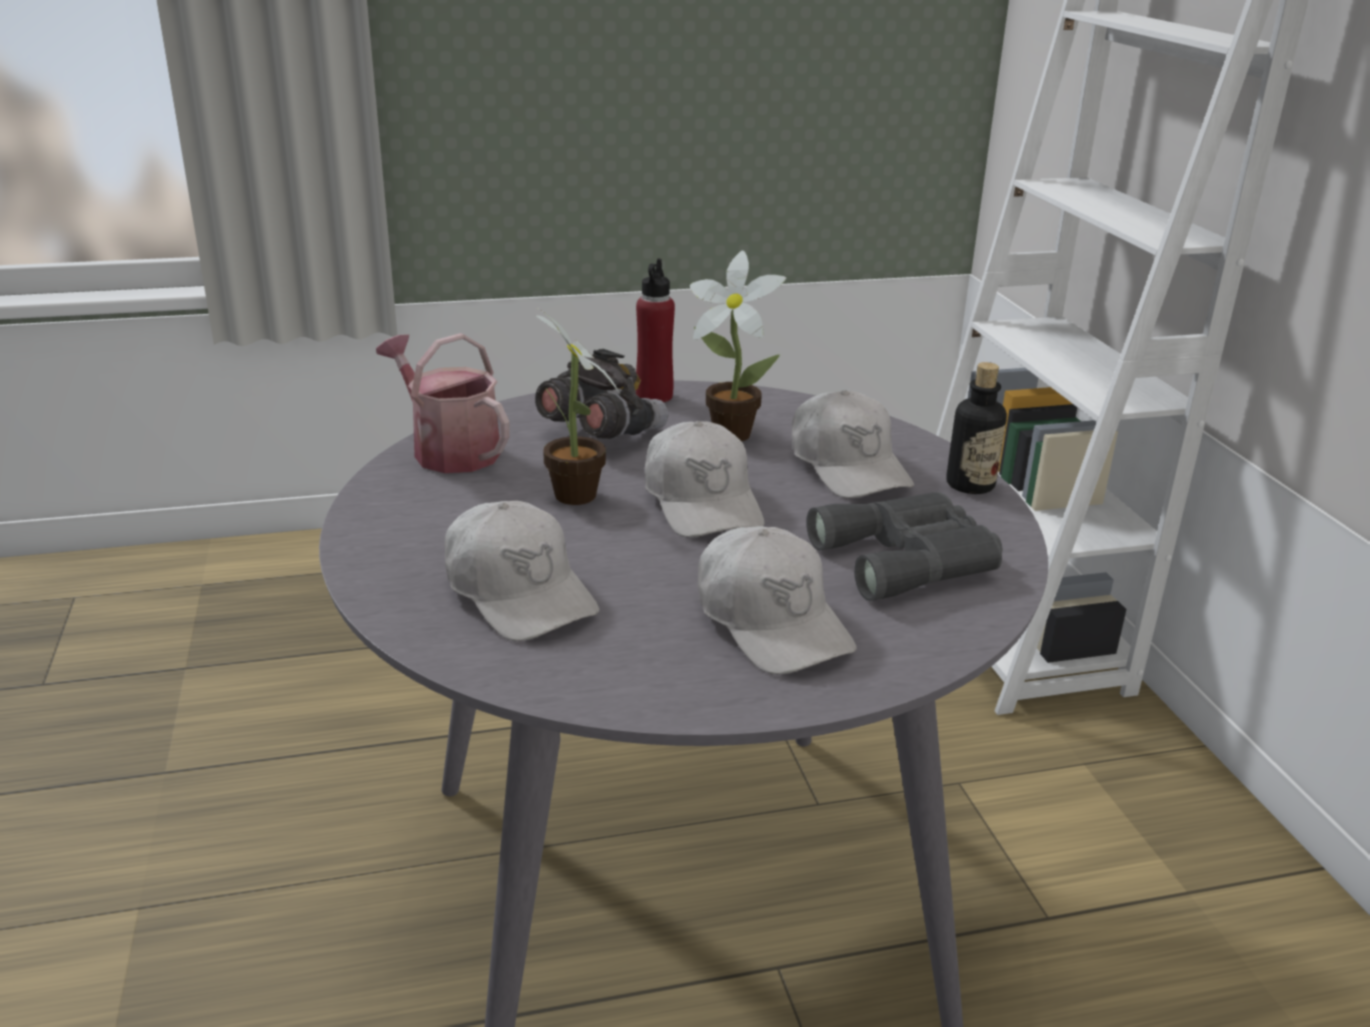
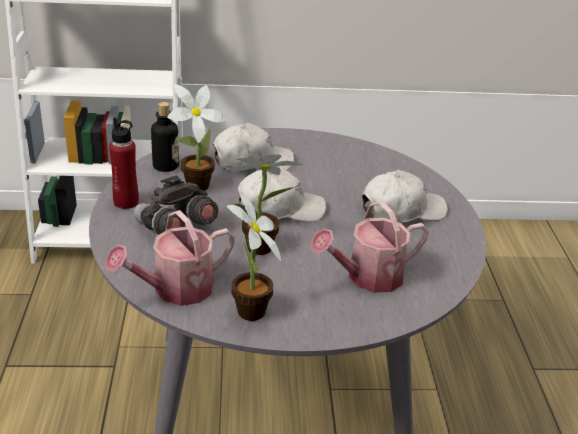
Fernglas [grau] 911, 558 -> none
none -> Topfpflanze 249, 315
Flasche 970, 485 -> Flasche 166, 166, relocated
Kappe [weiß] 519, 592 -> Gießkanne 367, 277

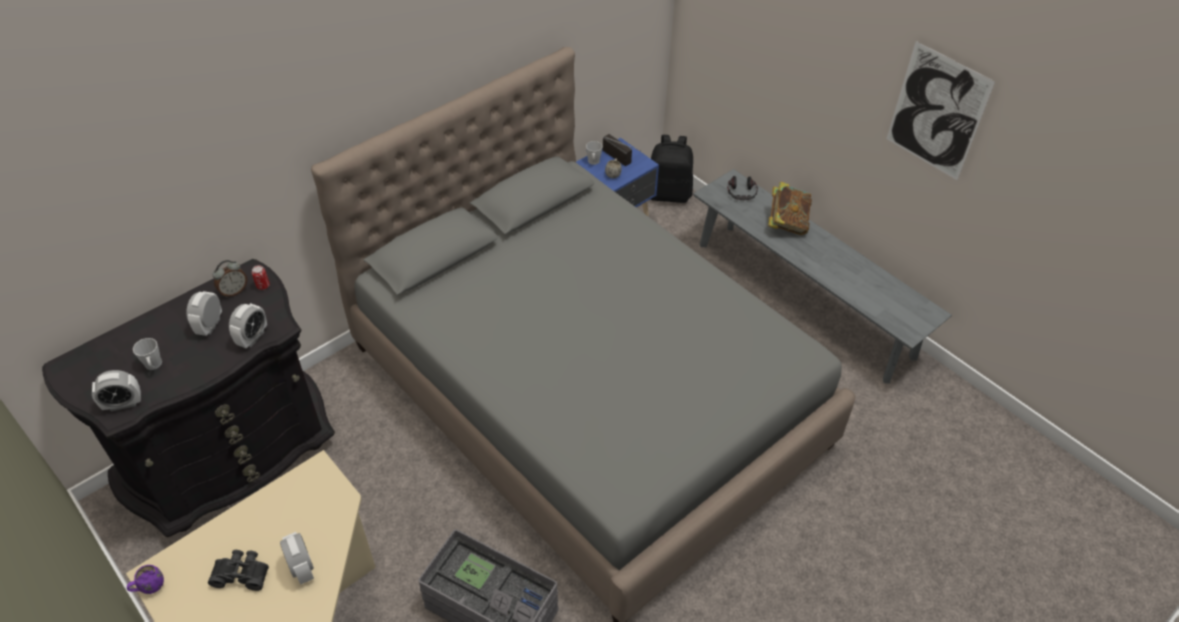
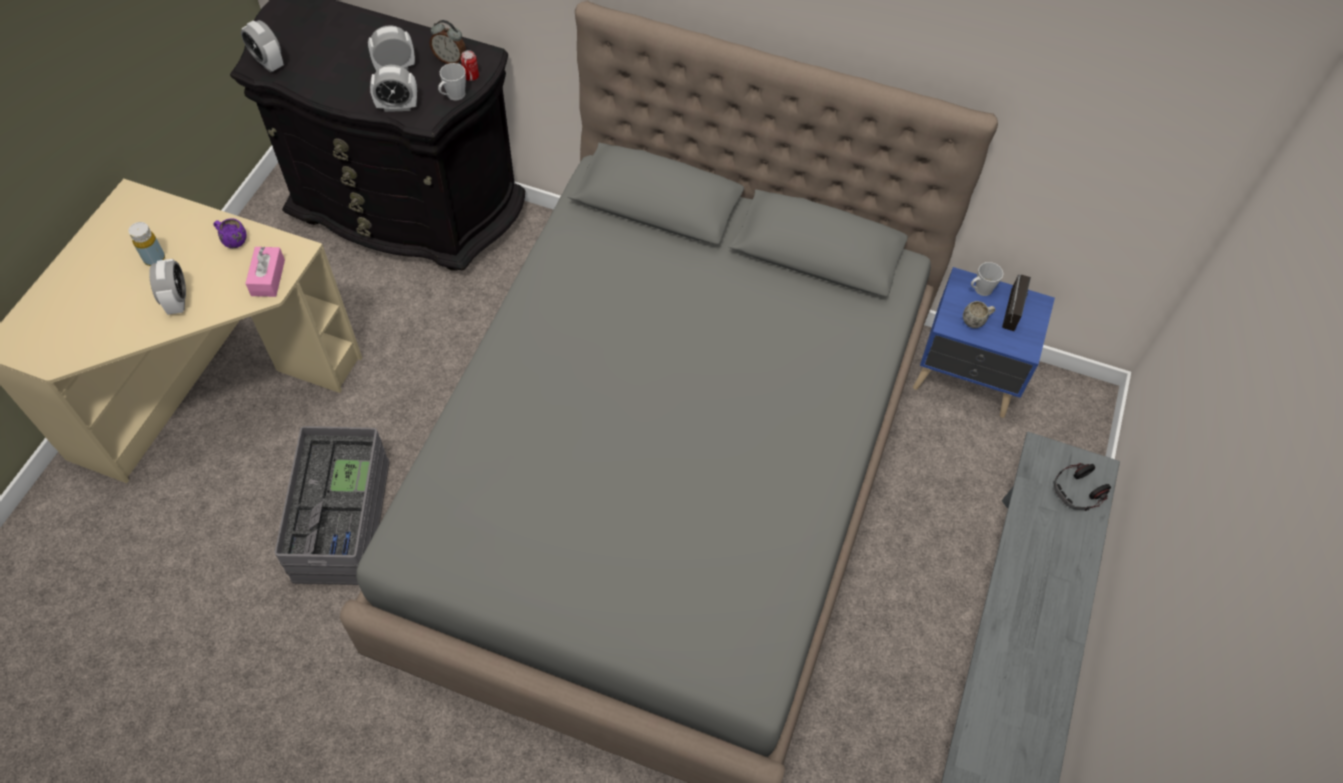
Rucksack [schwarz] 669, 194 -> none
Buch 787, 223 -> none
Bild 937, 112 -> none
none -> Taschentuchbox [rosa] 268, 278
Henkelbecher [lila] 149, 588 -> Henkelbecher [lila] 232, 240, relocated
Henkelbecher [grau] 154, 366 -> Henkelbecher [grau] 453, 96, relocated
Fernglas [schwarz] 242, 573 -> Flasche [gelb] 154, 258
Wecker 302, 568 -> Wecker 177, 300, 45 degrees counterclockwise

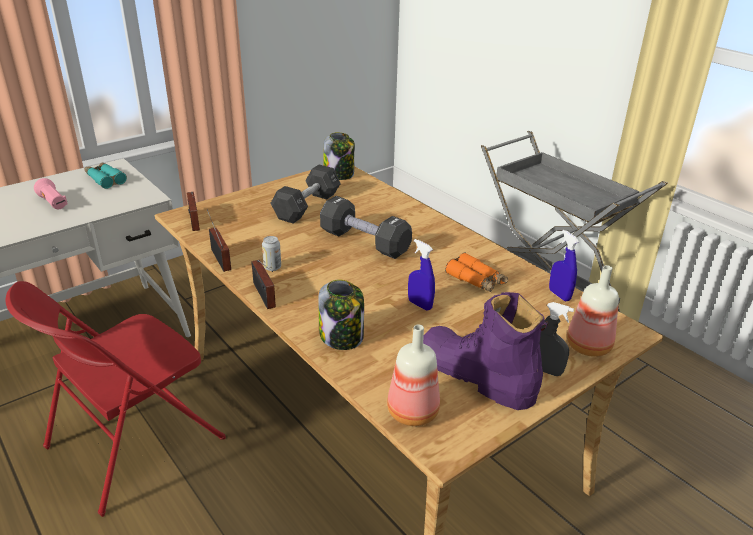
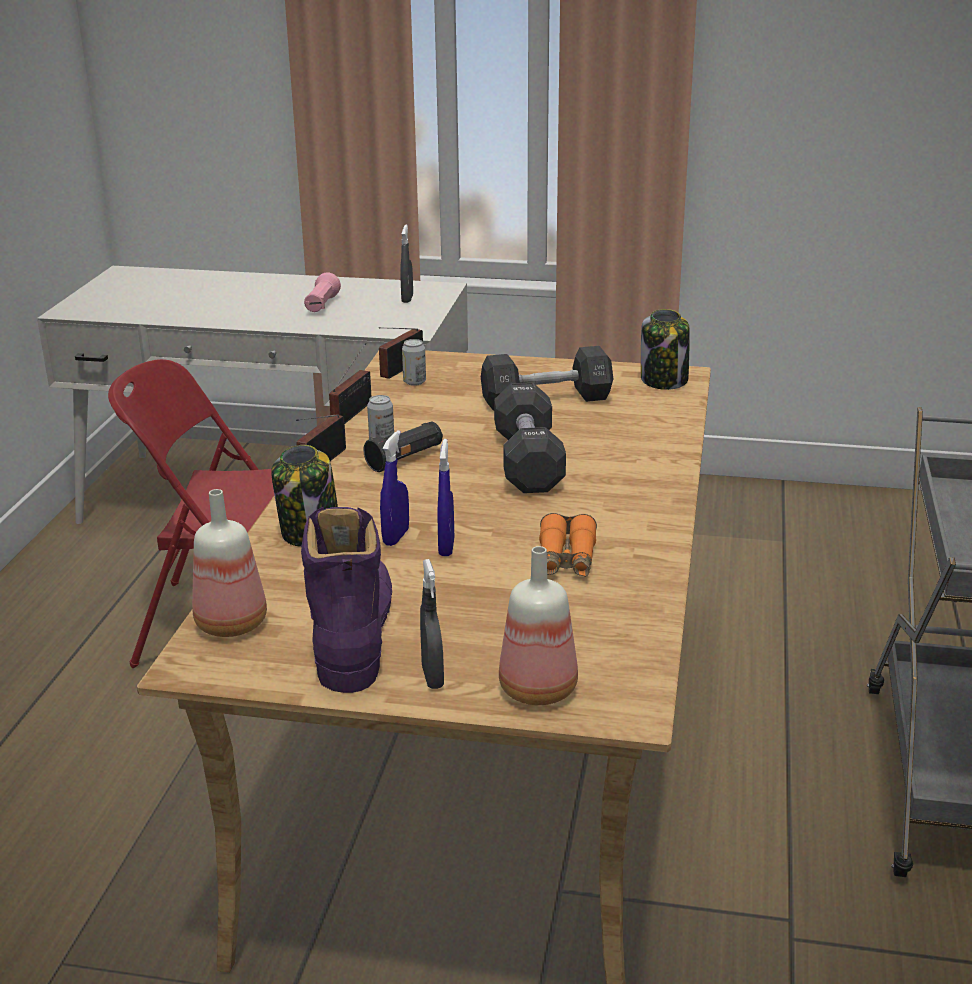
none -> Taschenlampe [schwarz] 405, 459
none -> Dose 414, 382
Sprühflasche [blau] 559, 295 -> Sprühflasche [blau] 396, 537, relocated
Fernglas [türkis] 105, 179 -> Sprühflasche [grau] 407, 299

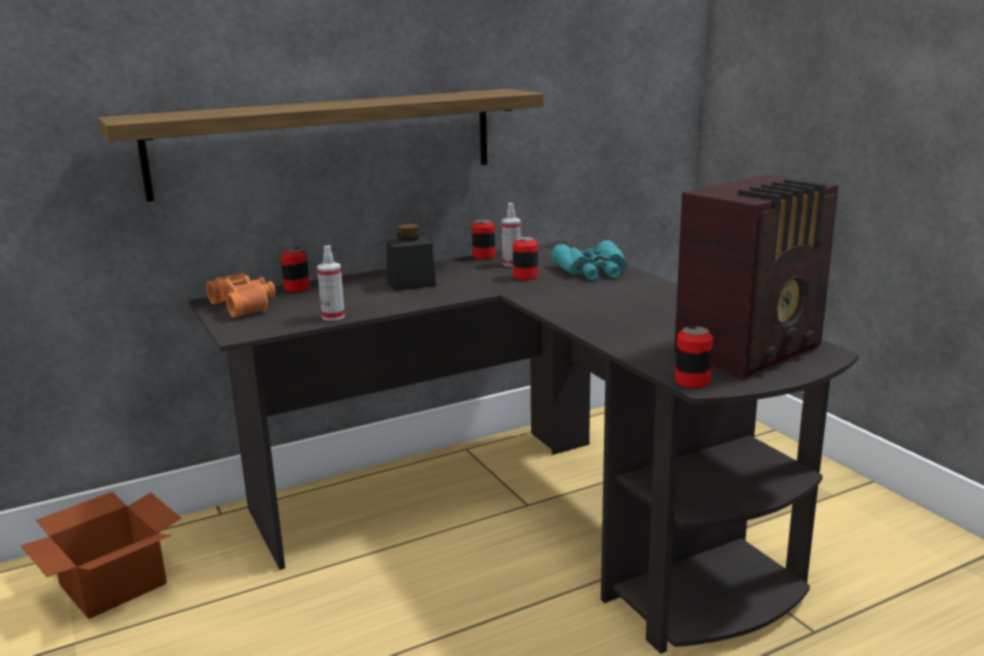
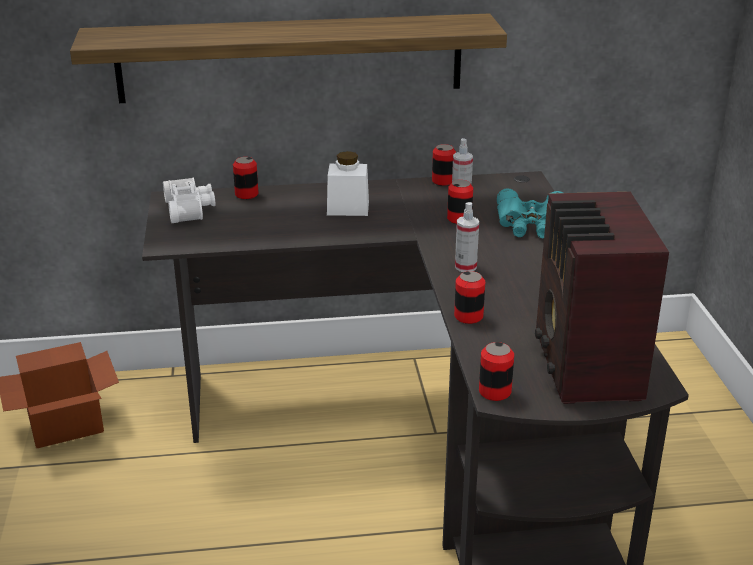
none -> Dose 468, 316
Sprühflasche 333, 316 -> Sprühflasche 465, 267, relocated
Fernglas [orange] 246, 305 -> Fernglas [weiß] 191, 209
Vorratsglas [schwarz] 411, 284 -> Vorratsglas [weiß] 348, 208
Radio 752, 351 -> Radio 585, 367, 105 degrees clockwise

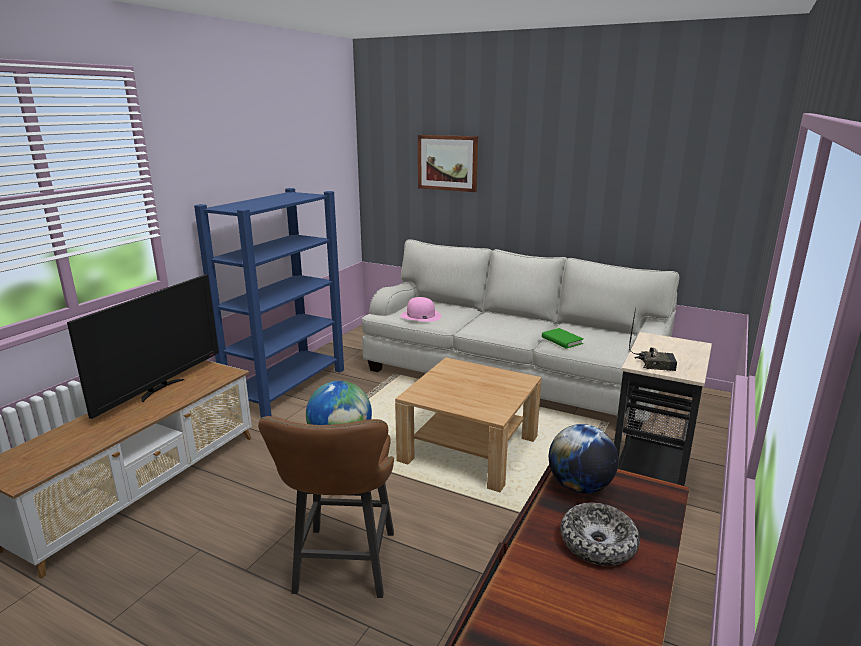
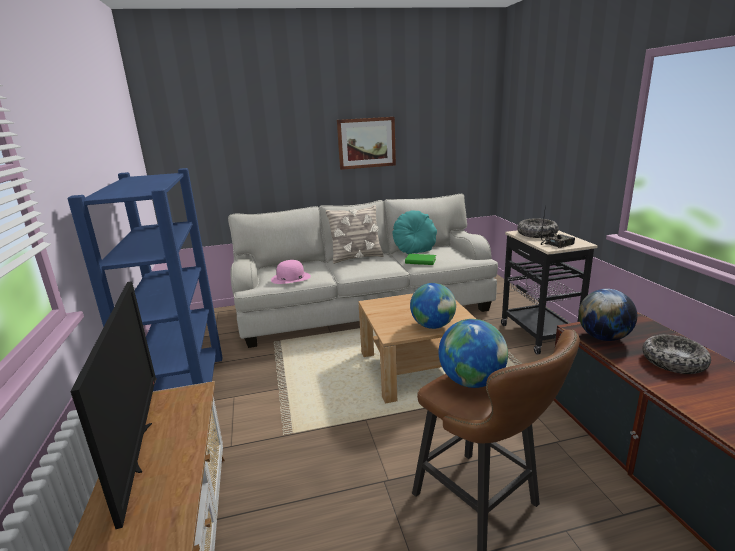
none -> Kissen [beige] 356, 258
none -> Kissen [türkis] 414, 252
none -> Globus 433, 326
none -> Schüssel 537, 234
Bild 447, 163 -> Bild 366, 143, relocated

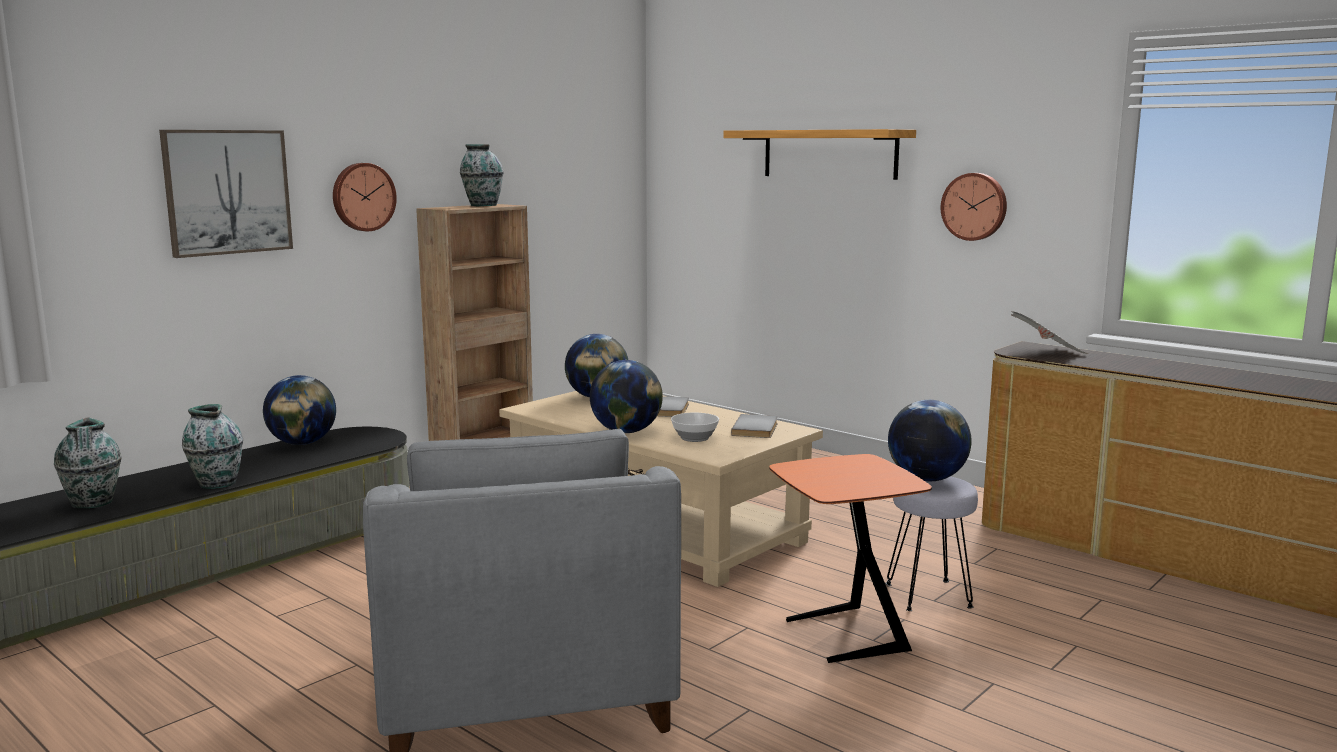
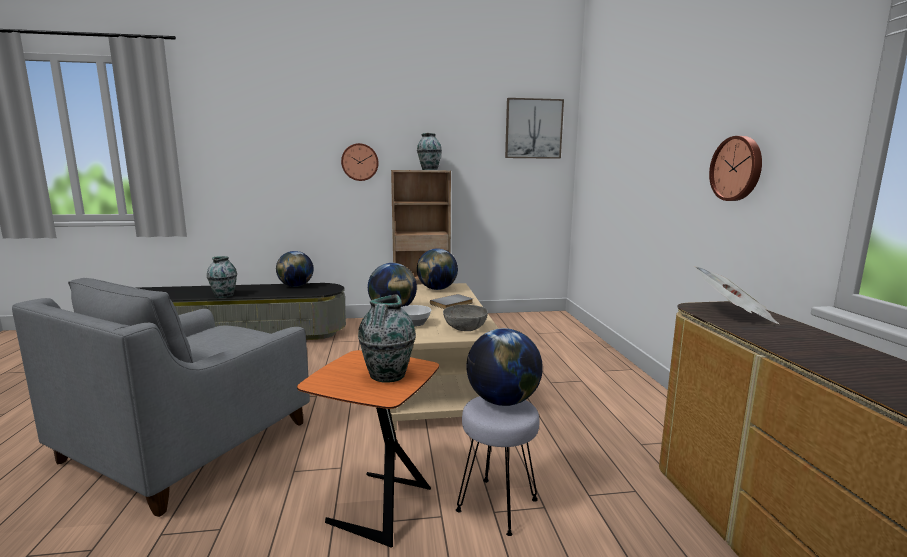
Wandregal 829, 154 -> none
Vase 93, 503 -> Vase 387, 376, relocated
Bild 227, 192 -> Bild 533, 129, relocated
Buch [grau] 757, 429 -> Schüssel [grau] 465, 327

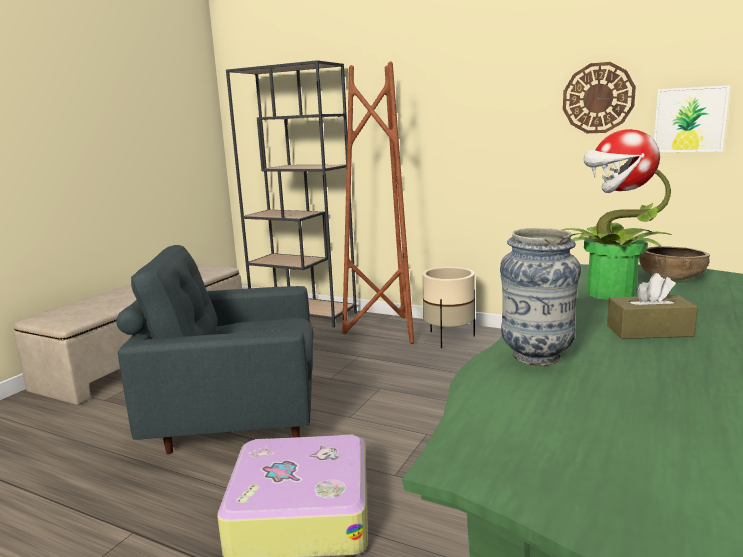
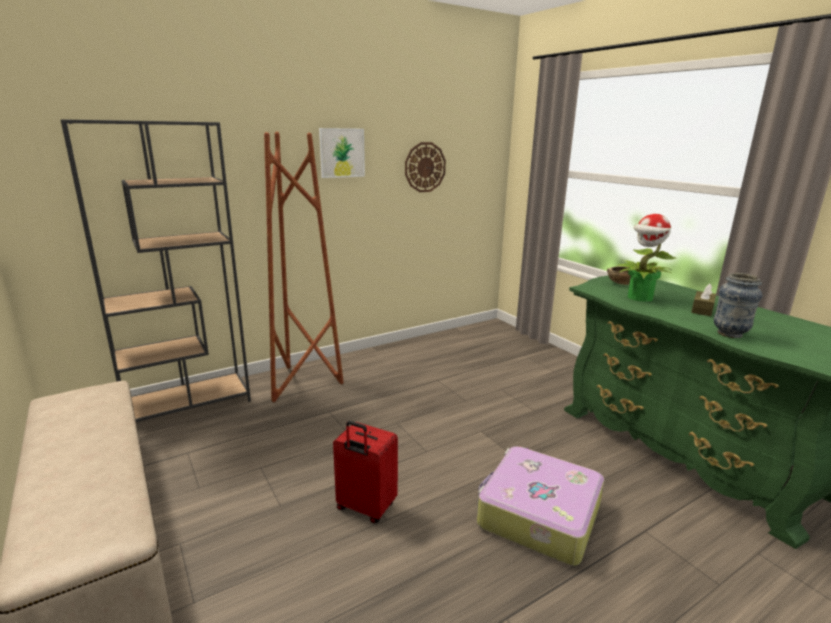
Pflanzkübel [beige] 448, 338 -> none
Bild 689, 120 -> Bild 342, 153, relocated
Sessel [grau] 236, 418 -> Koffer [rot] 365, 508

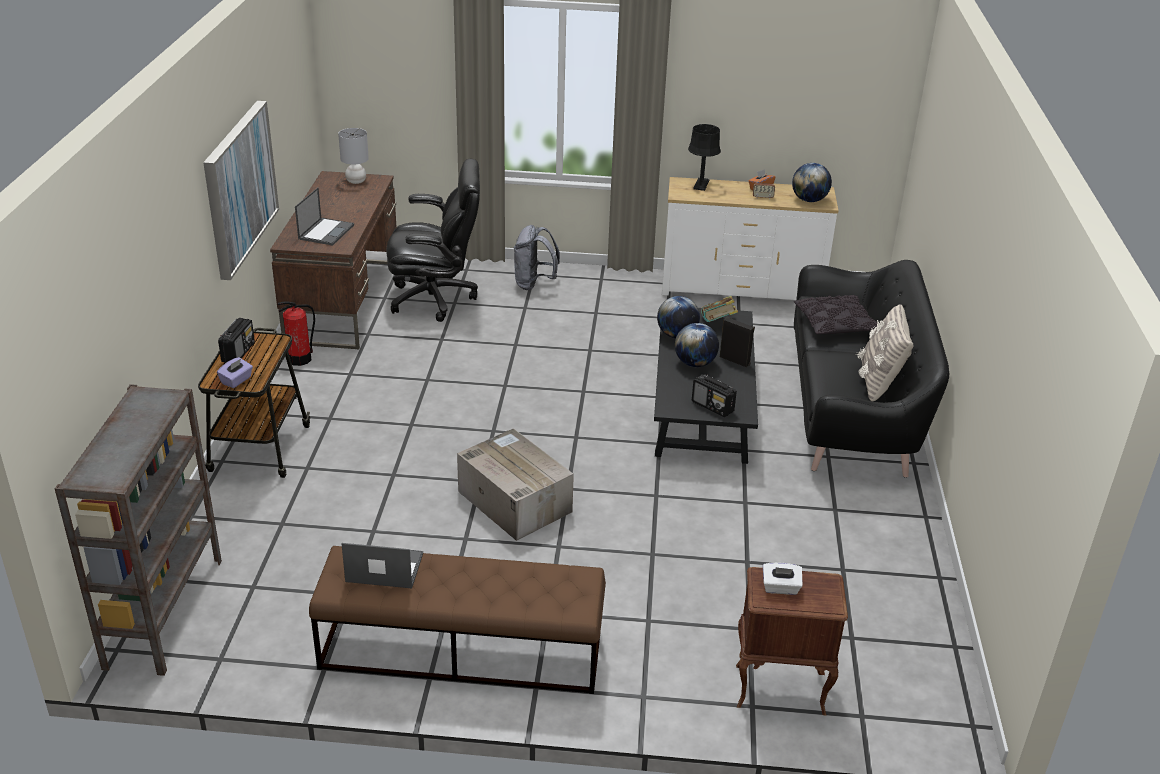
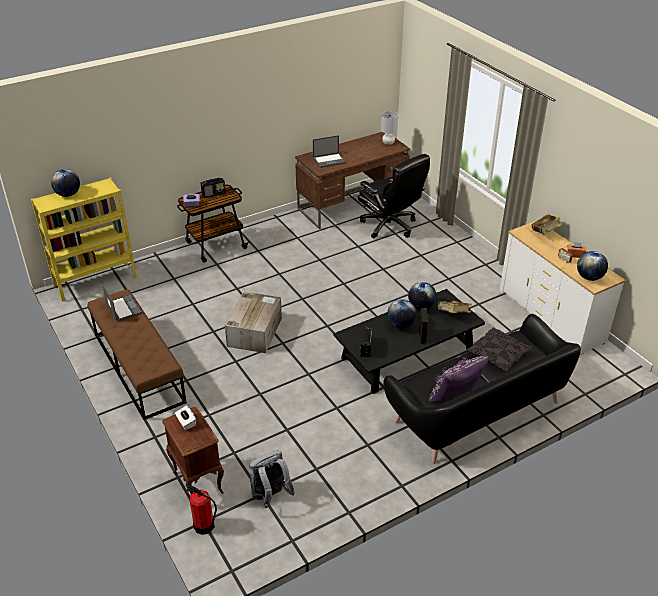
Bild 239, 187 -> none
none -> Globus 68, 194
Feuerlöscher 300, 359 -> Feuerlöscher 204, 526, relocated
Rucksack [grau] 534, 284 -> Rucksack [grau] 270, 496, relocated
Tischlampe [schwarz] 701, 184 -> Buch 545, 233
Bücherregal [grau] 164, 612 -> Bücherregal [gelb] 95, 281
Kissen [beige] 877, 382 -> Kissen [lila] 454, 396

